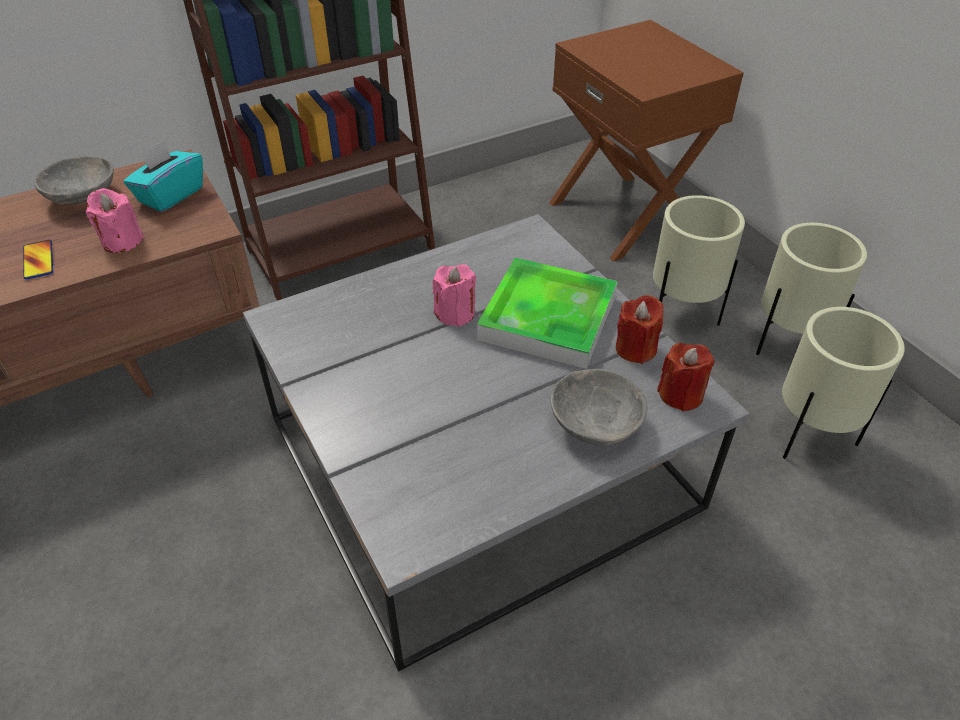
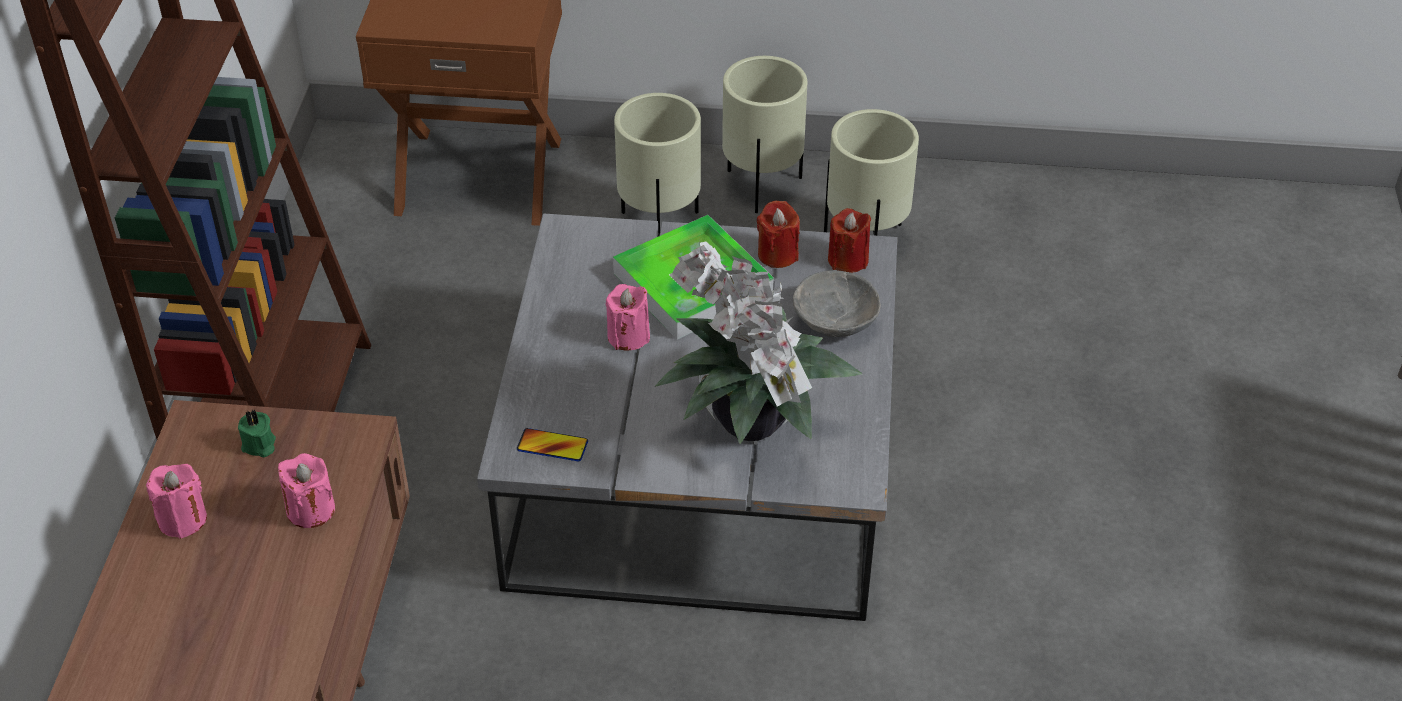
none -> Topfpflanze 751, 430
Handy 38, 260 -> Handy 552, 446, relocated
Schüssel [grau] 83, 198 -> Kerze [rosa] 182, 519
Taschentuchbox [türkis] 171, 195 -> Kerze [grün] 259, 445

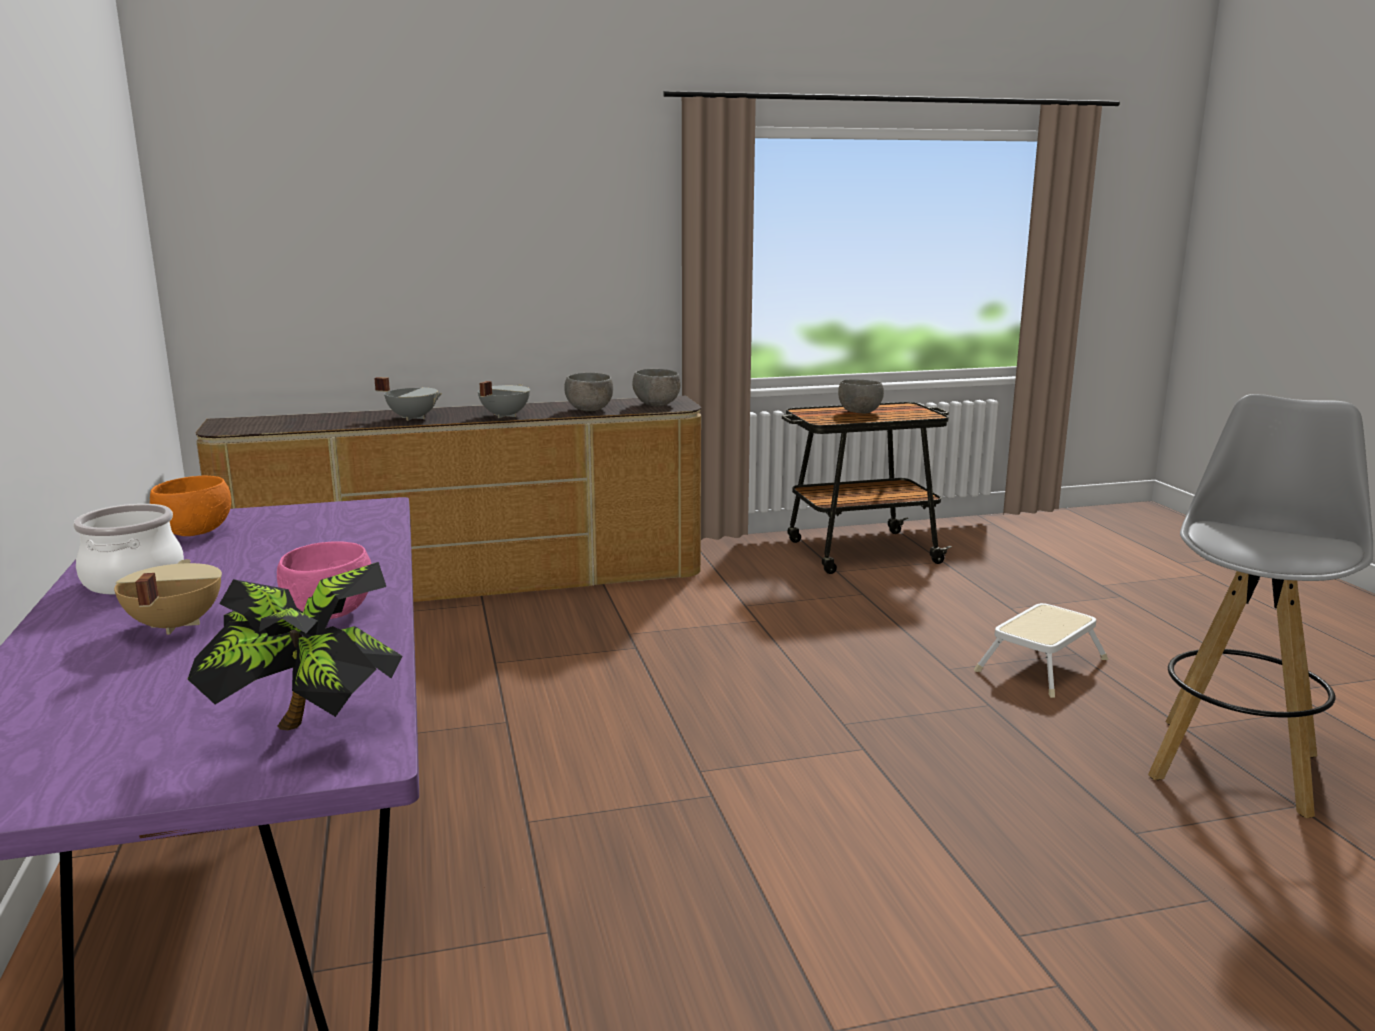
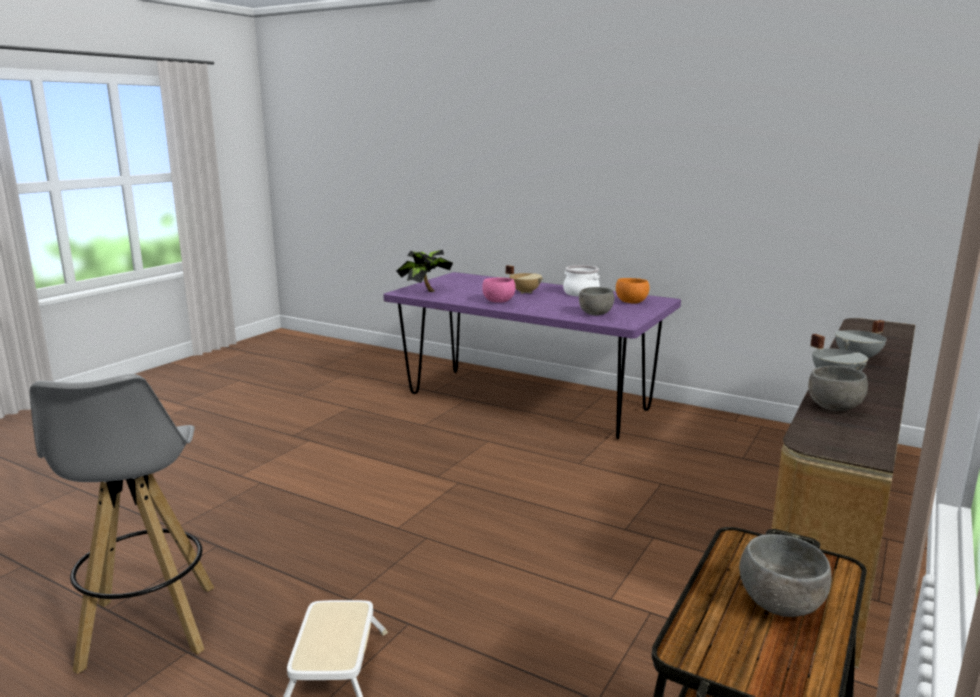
Schüssel [grau] 656, 405 -> Schüssel [grau] 595, 314, relocated

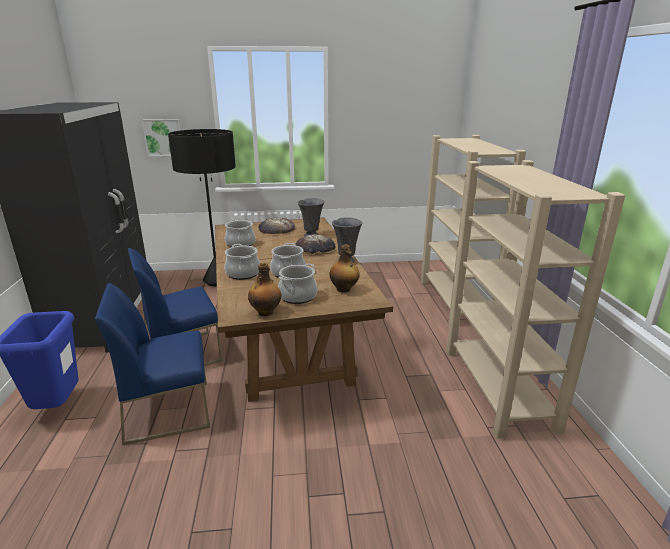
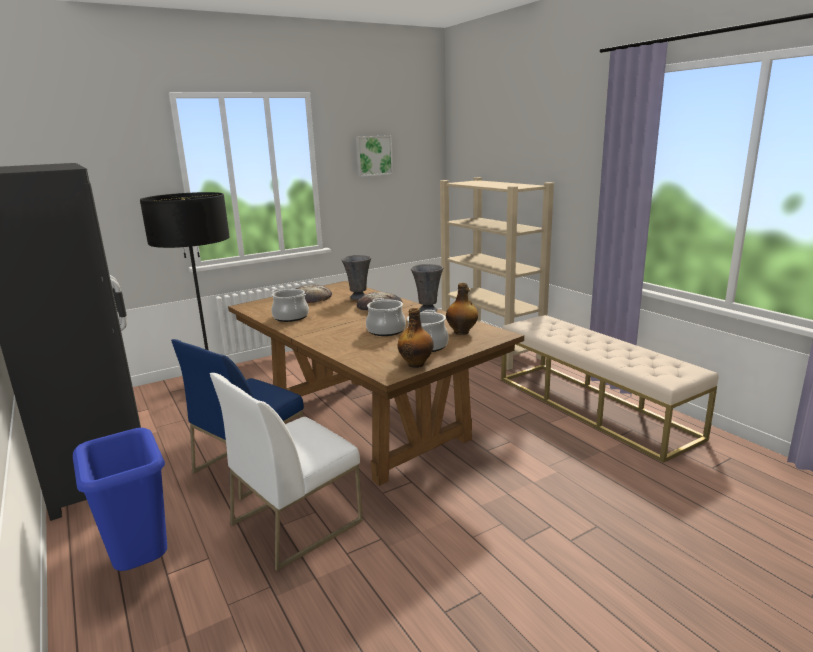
Kochtopf 243, 273 -> none
Bild 164, 137 -> Bild 373, 155, relocated
Bücherregal [beige] 498, 387 -> Bank [beige] 593, 406
Stuhl [blau] 169, 410 -> Stuhl [weiß] 296, 521

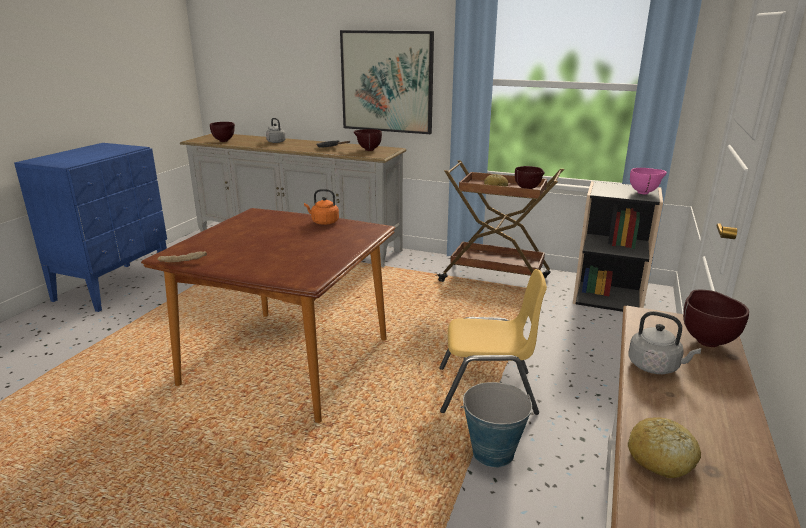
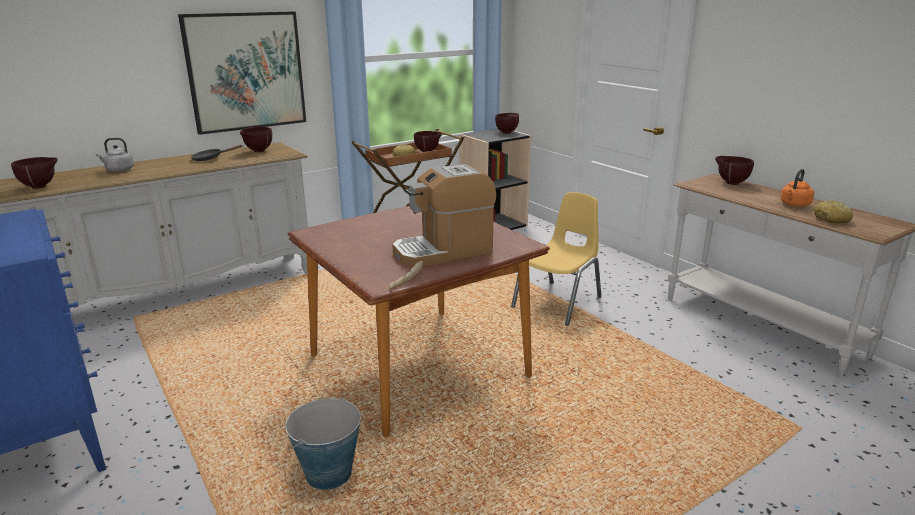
Wasserkessel [grau] 656, 367 -> none
none -> Kaffeemaschine 443, 251
Wasserkessel [orange] 323, 222 -> Wasserkessel [orange] 794, 205, relocated
Eimer 492, 452 -> Eimer 328, 475, relocated
Schüssel [rosa] 644, 193 -> Schüssel [braun] 507, 132

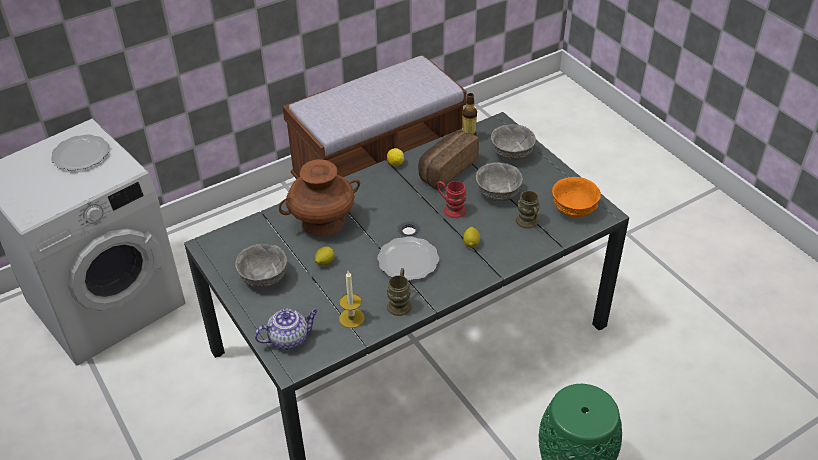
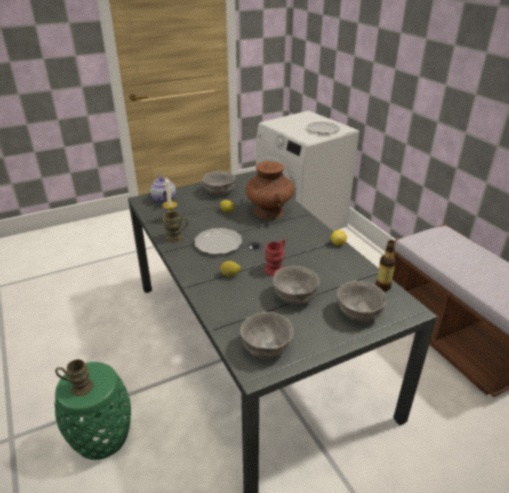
Brot 445, 169 -> none
Henkelbecher [braun] 528, 223 -> Henkelbecher [braun] 77, 387, relocated
Schüssel [orange] 574, 208 -> Schüssel [grau] 266, 348

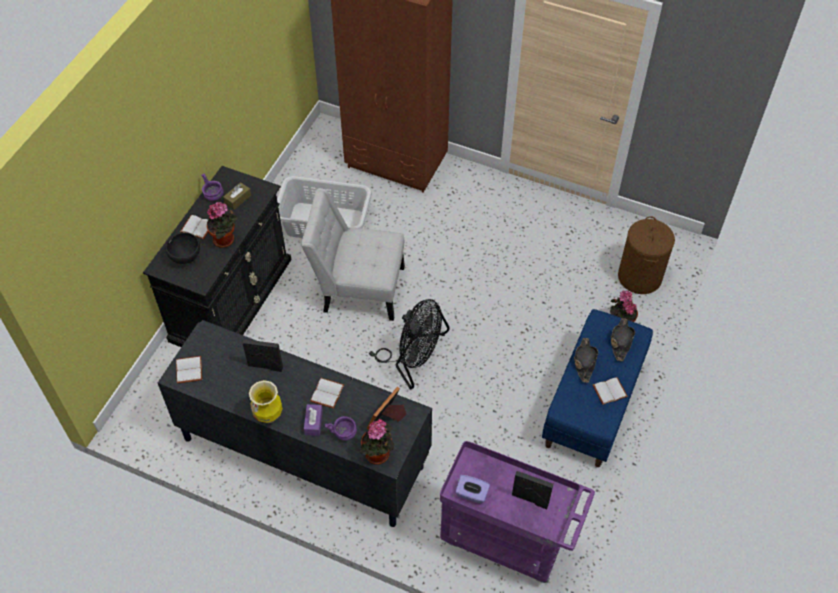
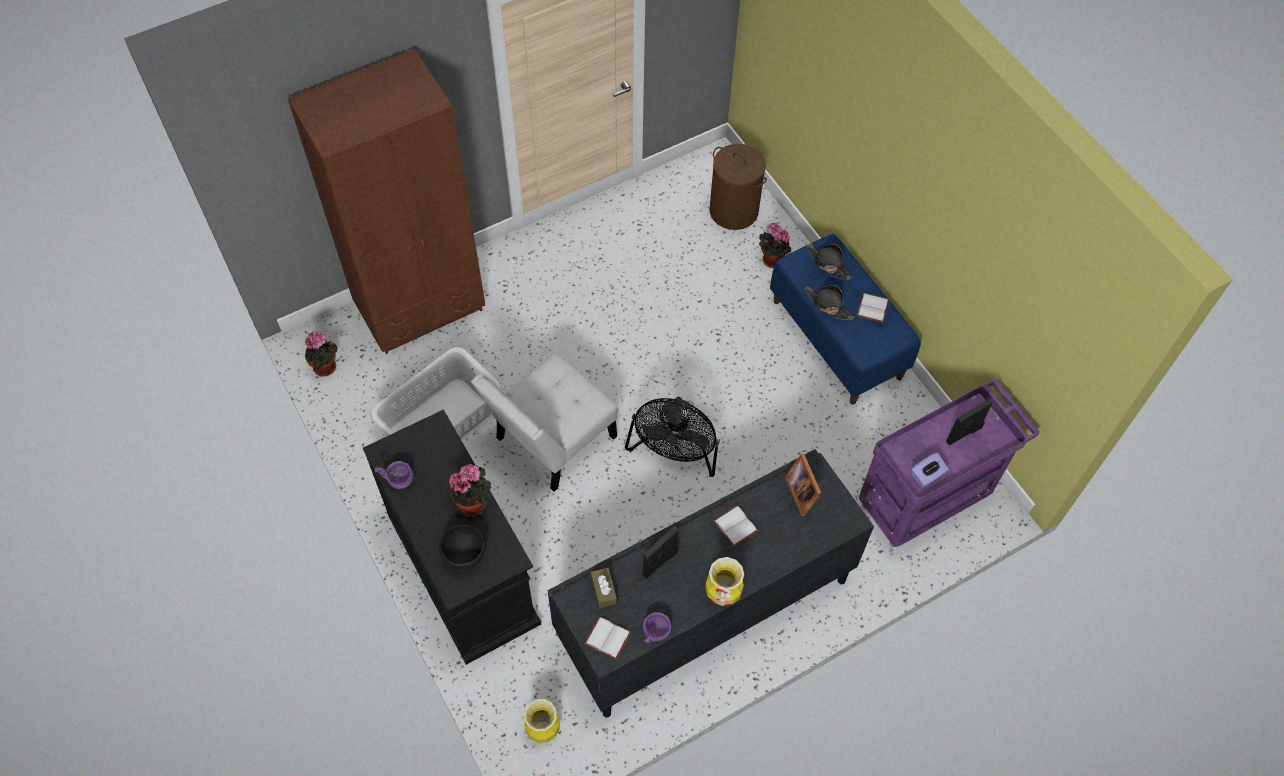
Buch [weiß] 198, 227 -> none
Taschentuchbox [lila] 313, 422 -> none
none -> Vase 543, 730
Taschentuchbox [braun] 238, 199 -> Taschentuchbox [braun] 603, 590, relocated
Schüssel [lila] 344, 433 -> Schüssel [lila] 656, 632, relocated
Topfpflanze 378, 456 -> Topfpflanze 327, 368, relocated
Ventilator [schwarz] 413, 357 -> Ventilator [schwarz] 673, 447, 135 degrees clockwise

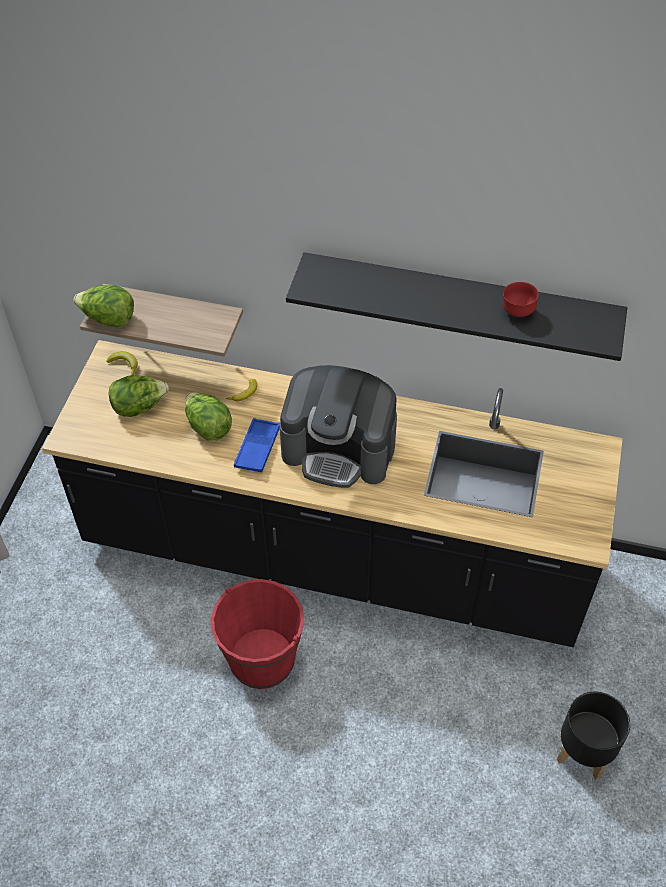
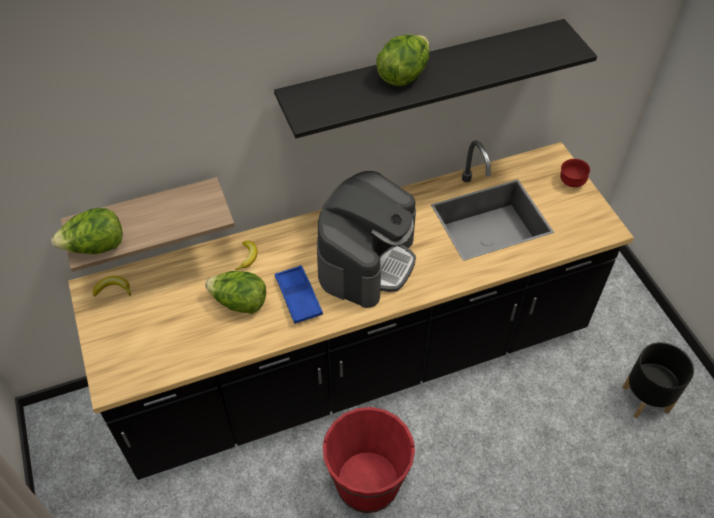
Salatkopf 139, 407 -> Salatkopf 403, 75, relocated
Schüssel [rot] 517, 312 -> Schüssel [rot] 571, 183, relocated
Kaffeemaschine 339, 449 -> Kaffeemaschine 366, 260, 45 degrees counterclockwise

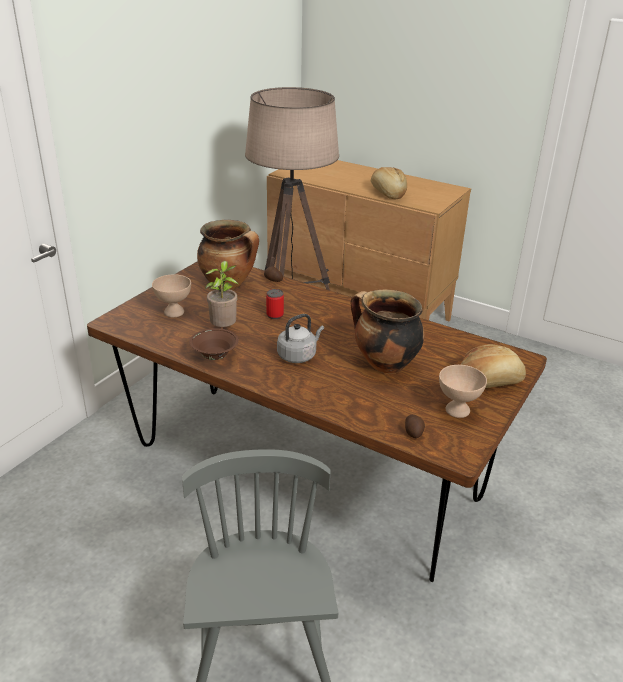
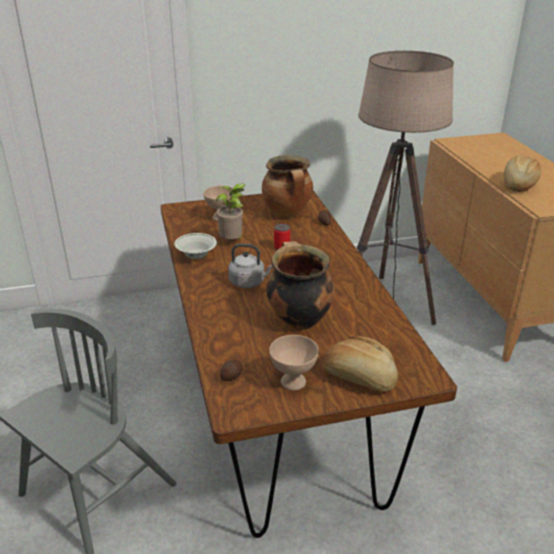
Schüssel [braun] 214, 356 -> Schüssel [weiß] 196, 256

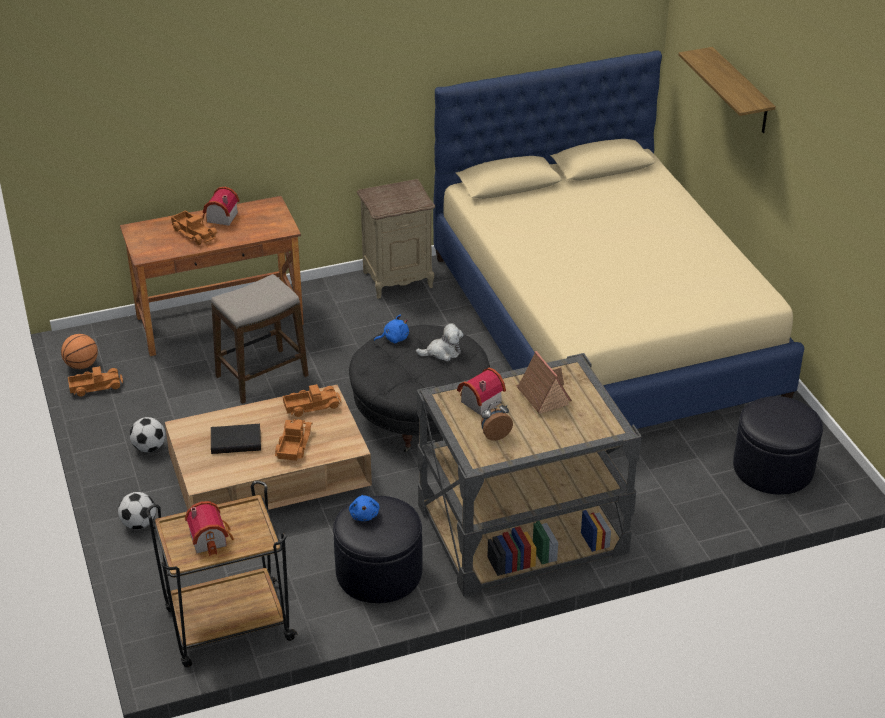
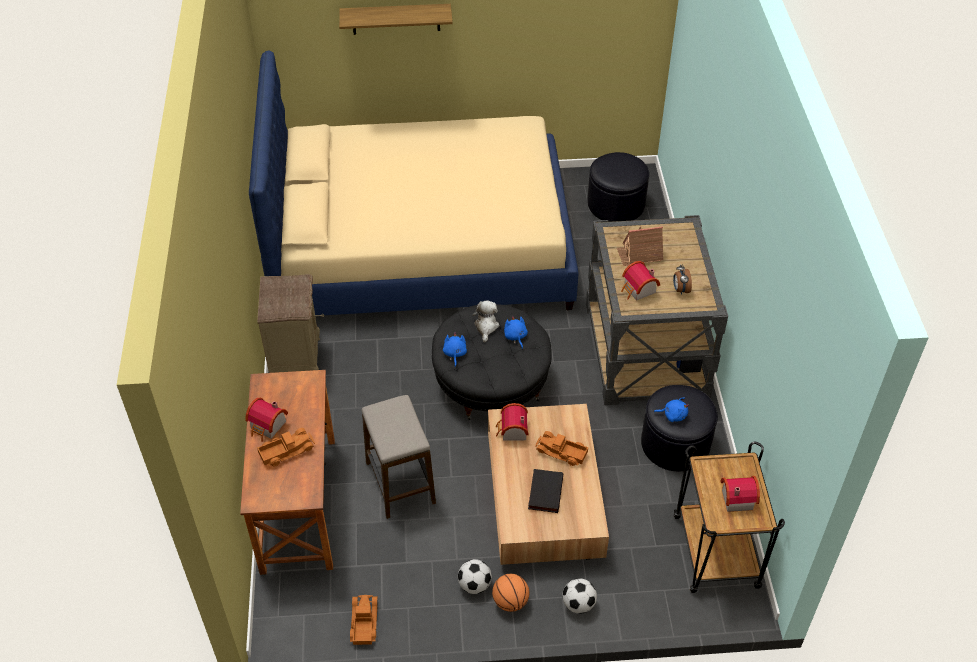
none -> Plüschtier [blau] 515, 337
Basketball 81, 365 -> Basketball 510, 601, relocated
Spielzeuglaster 311, 405 -> Spielzeughaus 512, 431

